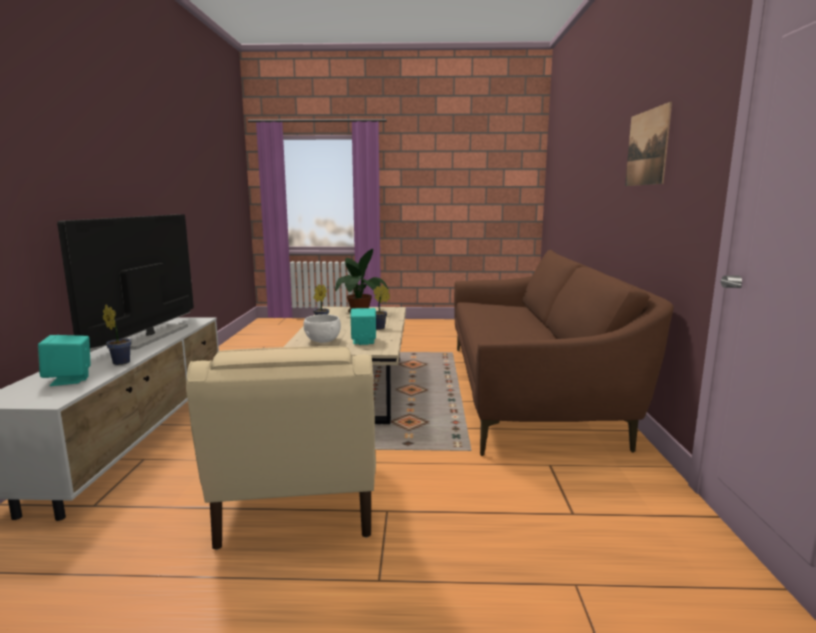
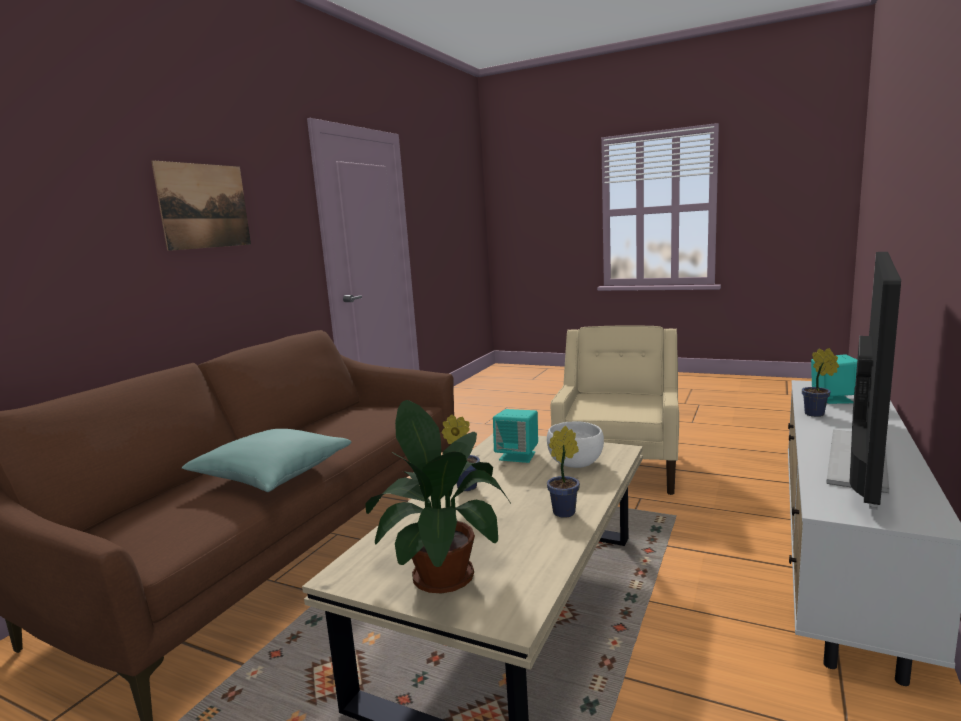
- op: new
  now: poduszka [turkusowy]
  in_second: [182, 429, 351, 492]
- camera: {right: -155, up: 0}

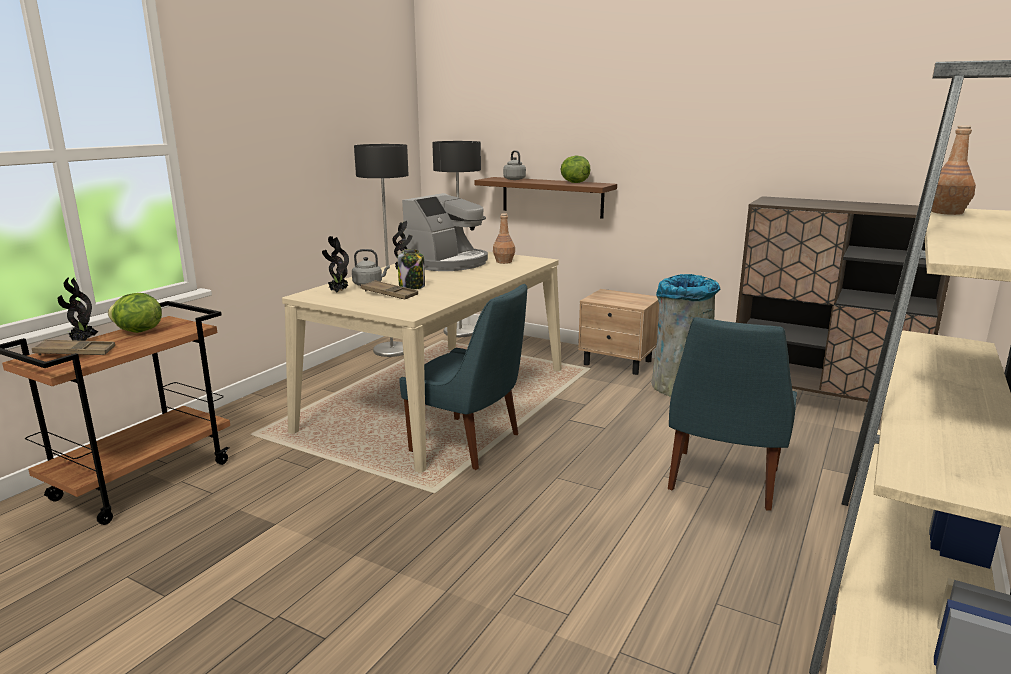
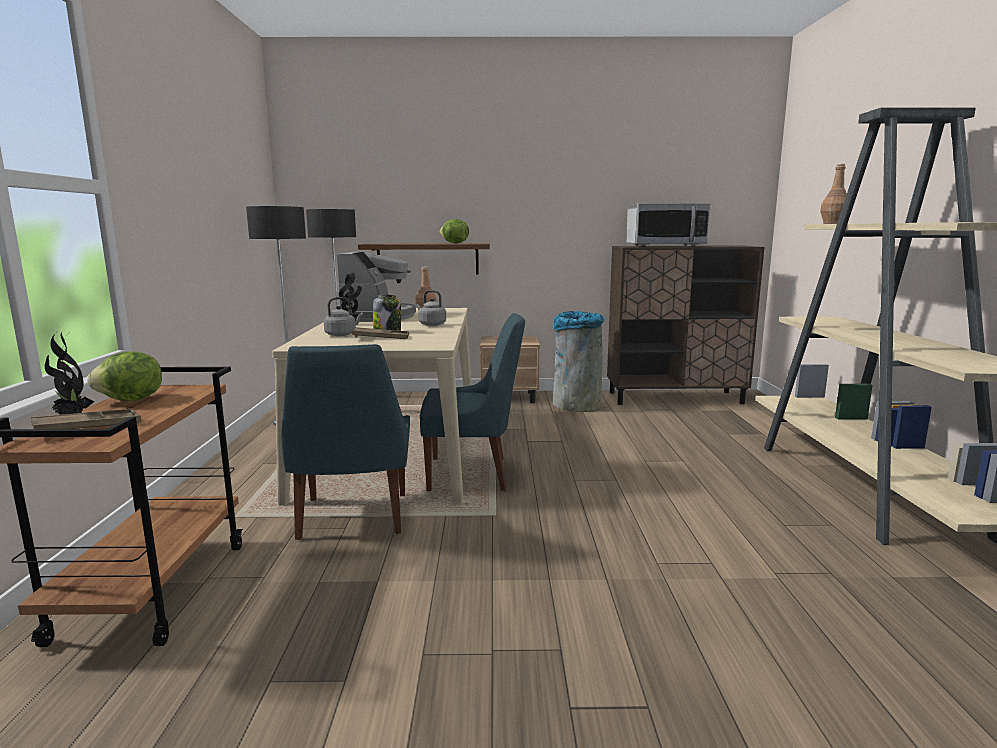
- op: shifted
  was: krzesło [niebieski]
  in_first: [668, 317, 797, 511]
  in_second: [282, 344, 410, 540]
- op: shifted
  was: czajnik [szary]
  in_first: [503, 150, 526, 180]
  in_second: [416, 290, 446, 326]
- op: new
  now: mikrofalówka
  in_second: [626, 203, 710, 247]
- op: gone
  was: roślina doniczkowa
  in_first: [322, 236, 349, 292]
- camera: {right: -30, up: -5}

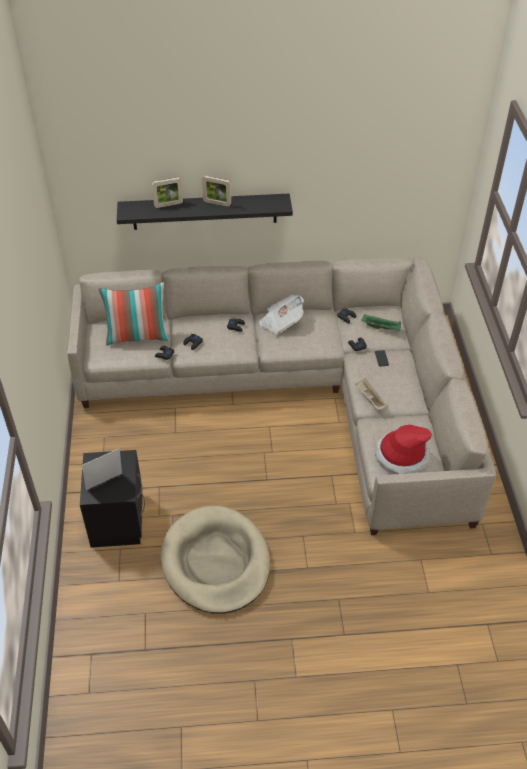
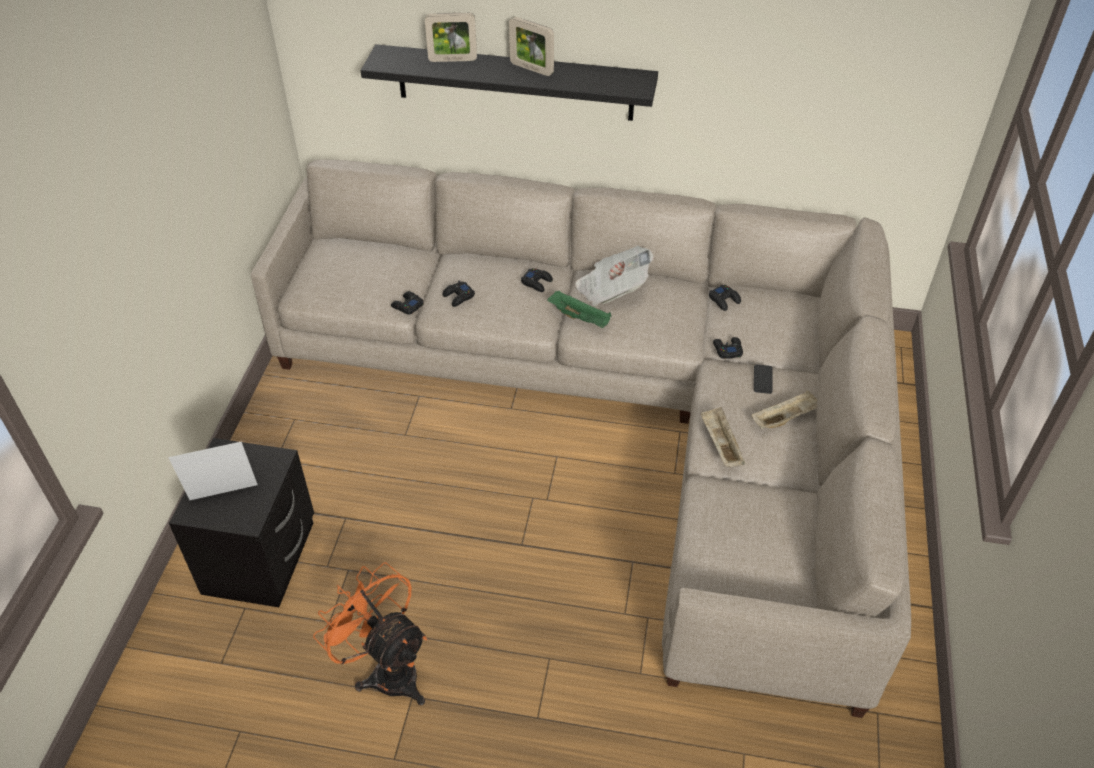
- op: swapped
  was: legowisko [beżowy]
  now: wentylator [pomarańczowy]
  in_first: [161, 506, 270, 614]
  in_second: [313, 562, 427, 706]
- op: shifted
  was: taca [zielony]
  in_first: [361, 314, 401, 331]
  in_second: [547, 291, 611, 328]
- op: new
  now: taca [beżowy]
  in_second: [752, 390, 817, 429]
- op: gone
  was: poduszka
  in_first: [98, 282, 169, 345]
- op: gone
  was: kapelusz
  in_first: [375, 425, 432, 474]
- camera: {right: 15, up: 0}

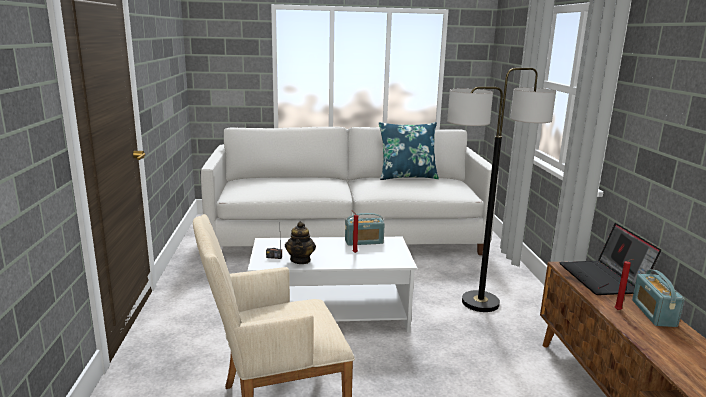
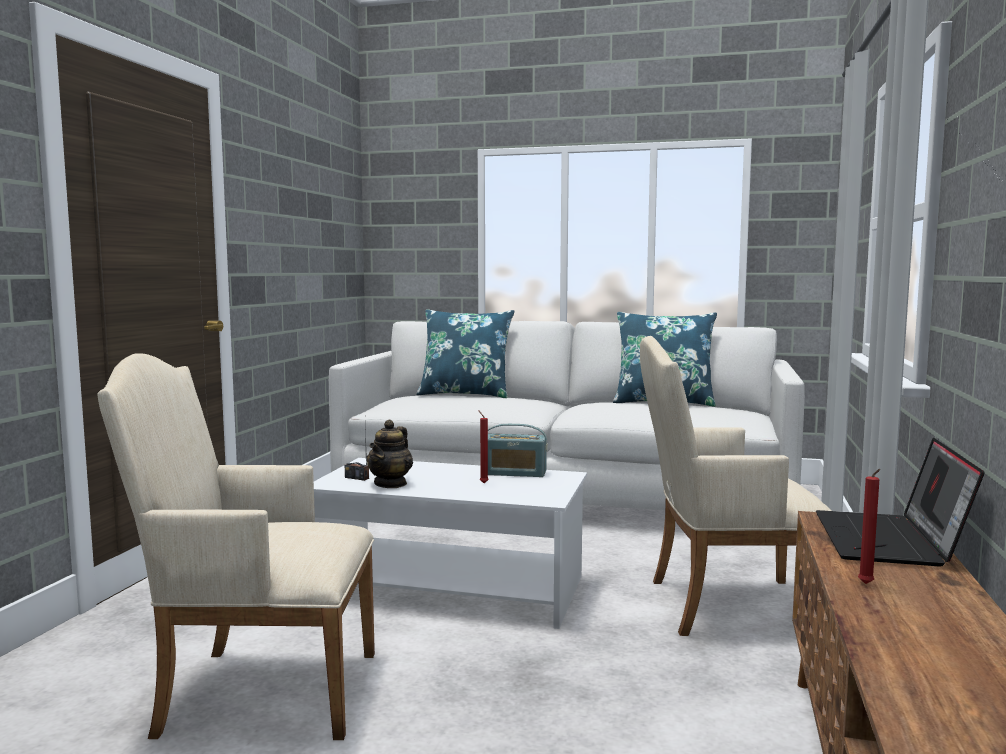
- op: new
  now: poduszka [niebieski]
  in_second: [416, 309, 515, 398]
- op: swapped
  was: lampa stojąca
  now: fotel [beżowy]
  in_first: [447, 68, 556, 312]
  in_second: [640, 336, 831, 636]
- op: gone
  was: radio
  in_first: [632, 270, 685, 327]
- camera: {right: 20, up: -10}

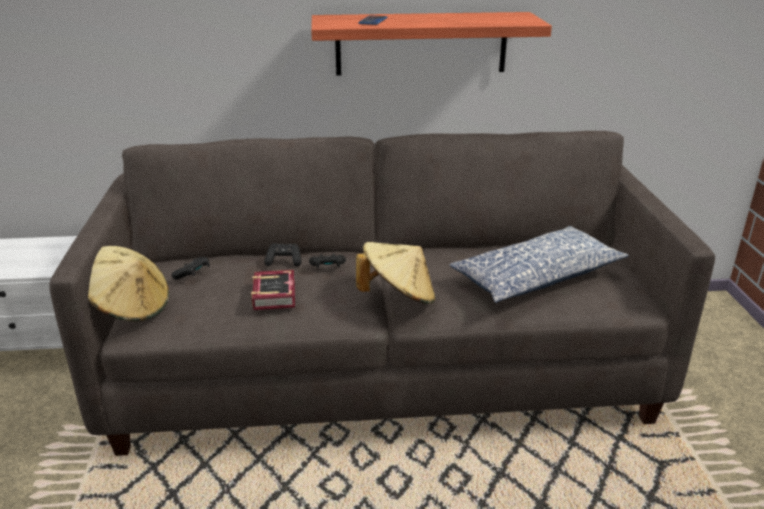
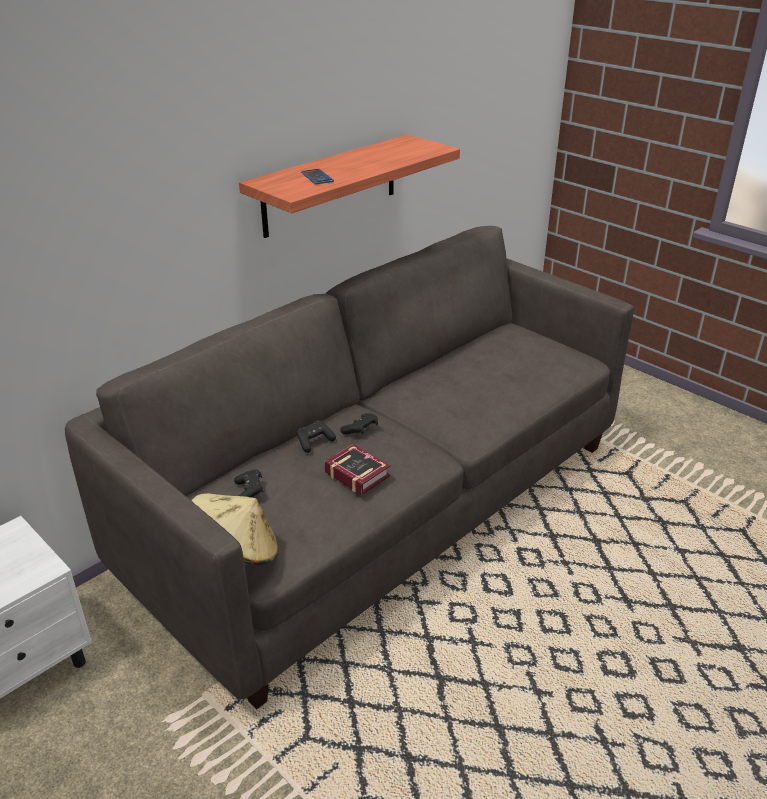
- op: gone
  was: kapelusz [beżowy]
  in_first: [356, 242, 435, 304]
- op: gone
  was: poduszka
  in_first: [449, 226, 629, 303]
- camera: {right: -40, up: 5}

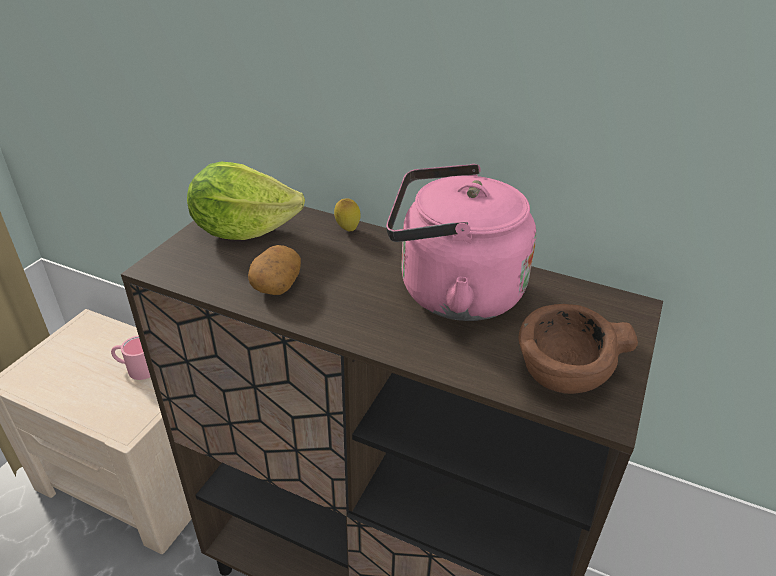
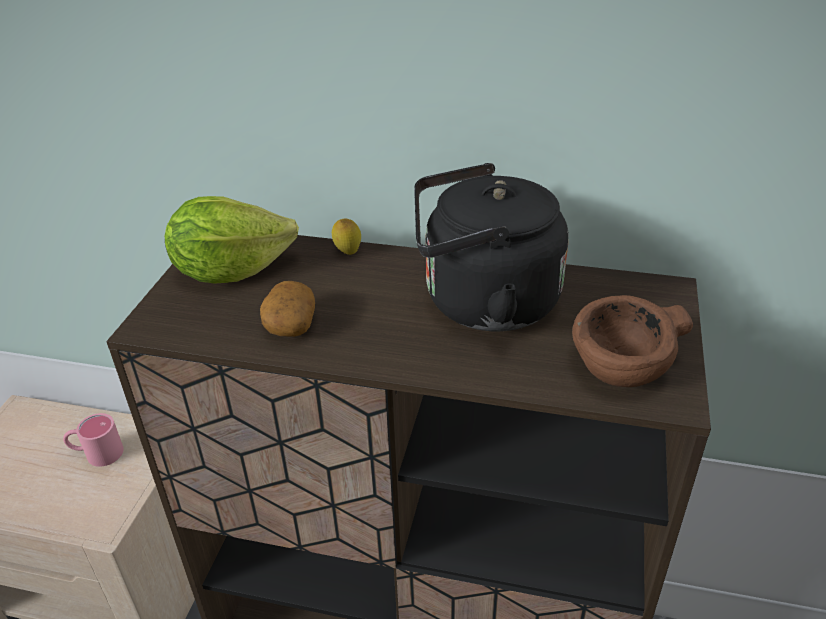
- op: repainted
  was: czajnik [różowy]
  now: czajnik [czarny]
  in_first: [386, 164, 537, 321]
  in_second: [414, 163, 568, 332]
- camera: {right: -10, up: 0}

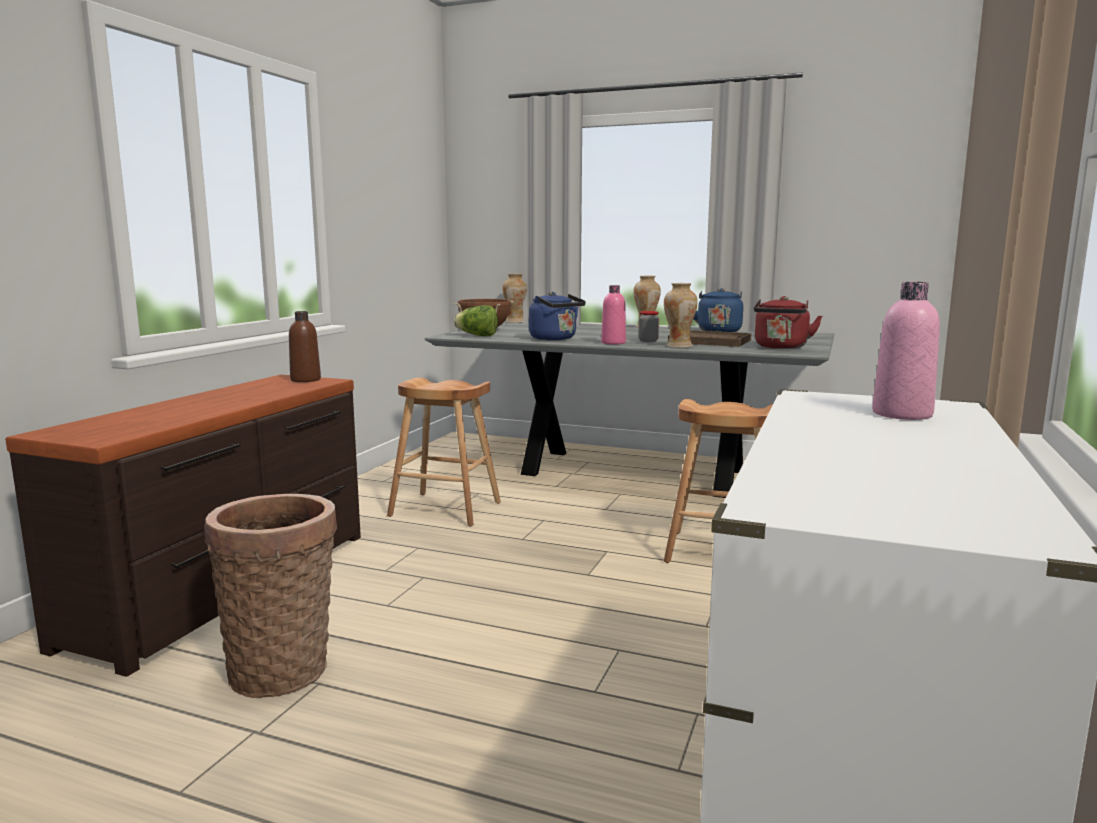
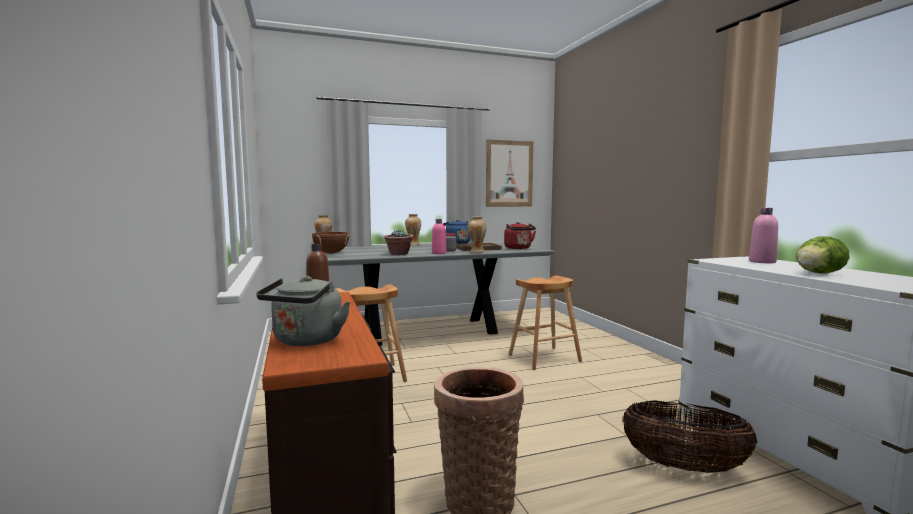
- op: new
  now: czajnik [szary]
  in_second: [256, 276, 350, 346]
- op: swapped
  was: czajnik [niebieski]
  now: roślina doniczkowa
  in_first: [529, 292, 586, 340]
  in_second: [384, 230, 414, 255]
- op: new
  now: obraz
  in_second: [486, 140, 533, 207]
- op: new
  now: koszyk
  in_second: [622, 400, 757, 473]
- op: shifted
  was: sałata
  in_first: [454, 305, 498, 336]
  in_second: [796, 237, 849, 274]
- camera: {right: -40, up: -5}

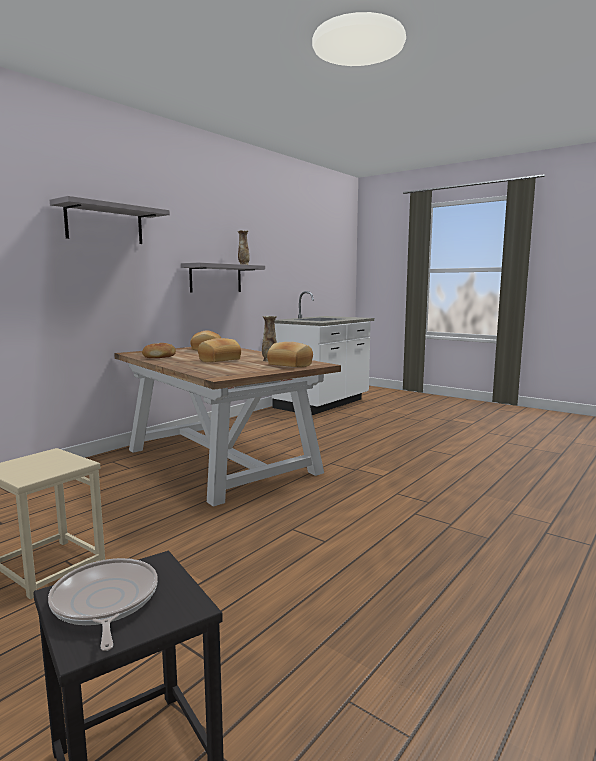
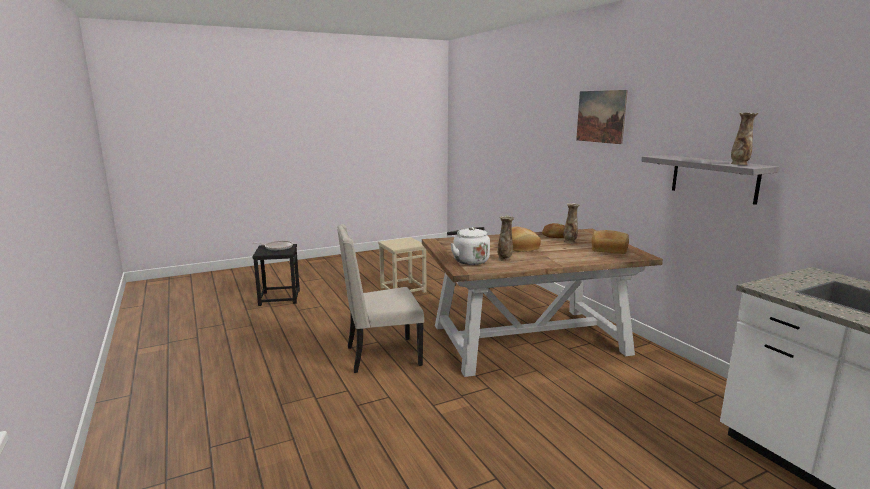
- op: new
  now: krzesło [beżowy]
  in_second: [337, 224, 424, 373]
- op: swapped
  was: chleb
  now: czajnik [biały]
  in_first: [267, 342, 313, 367]
  in_second: [447, 227, 490, 265]
- op: new
  now: wazon
  in_second: [564, 203, 580, 244]
- op: swapped
  was: półka [szary]
  now: obraz
  in_first: [50, 196, 170, 244]
  in_second: [576, 90, 628, 144]
- camera: {right: 115, up: 5}

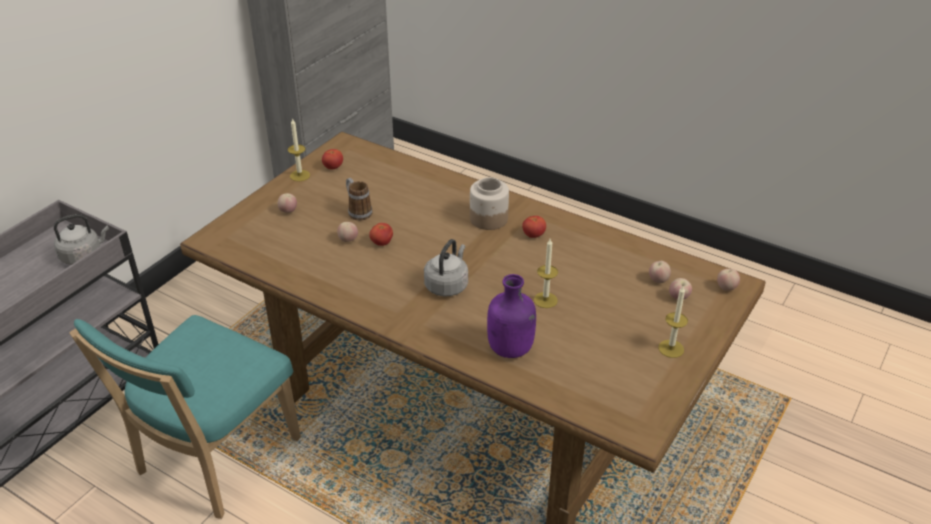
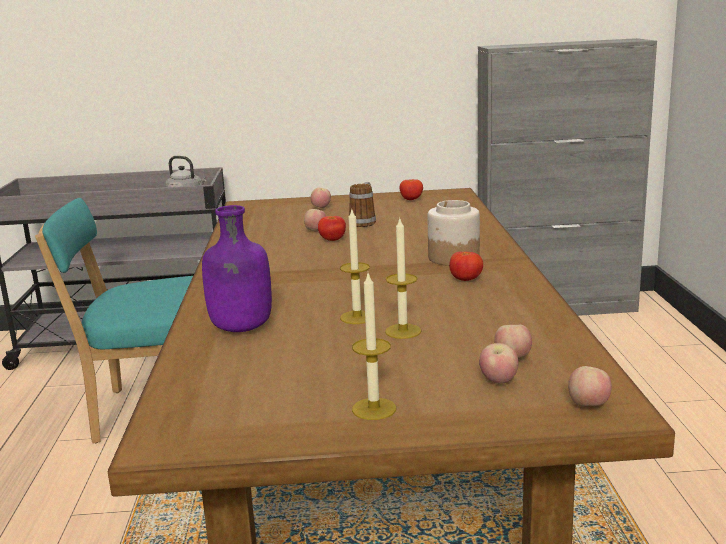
- op: shifted
  was: świeca
  in_first: [288, 118, 310, 181]
  in_second: [385, 219, 422, 339]
- op: gone
  was: czajnik [szary]
  in_first: [424, 239, 468, 296]
- camera: {right: 55, up: -20}

